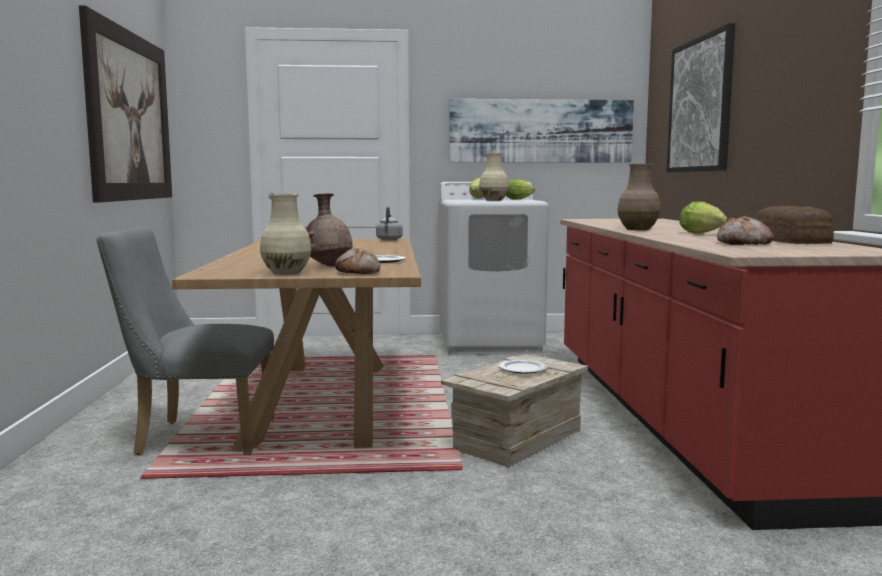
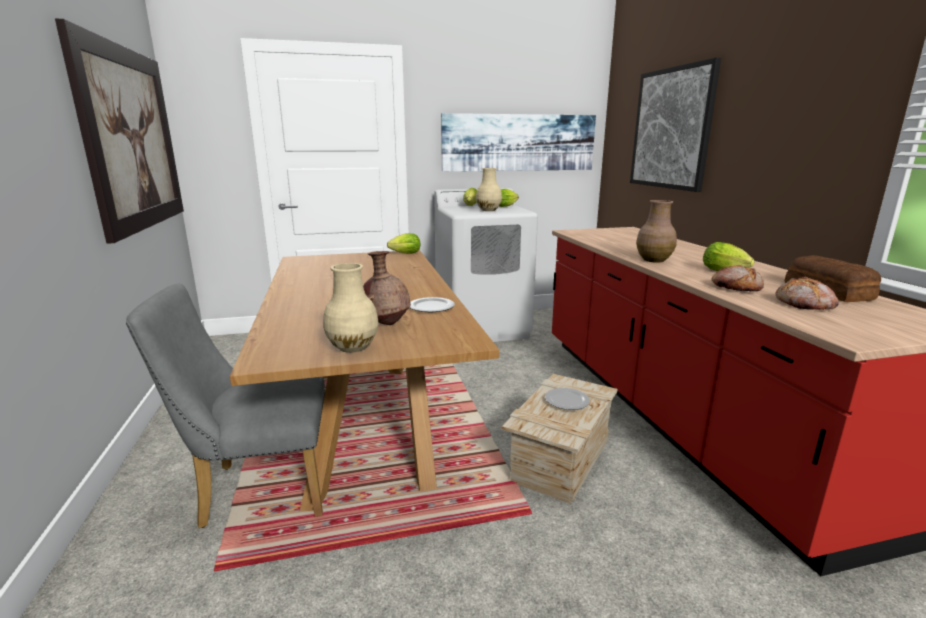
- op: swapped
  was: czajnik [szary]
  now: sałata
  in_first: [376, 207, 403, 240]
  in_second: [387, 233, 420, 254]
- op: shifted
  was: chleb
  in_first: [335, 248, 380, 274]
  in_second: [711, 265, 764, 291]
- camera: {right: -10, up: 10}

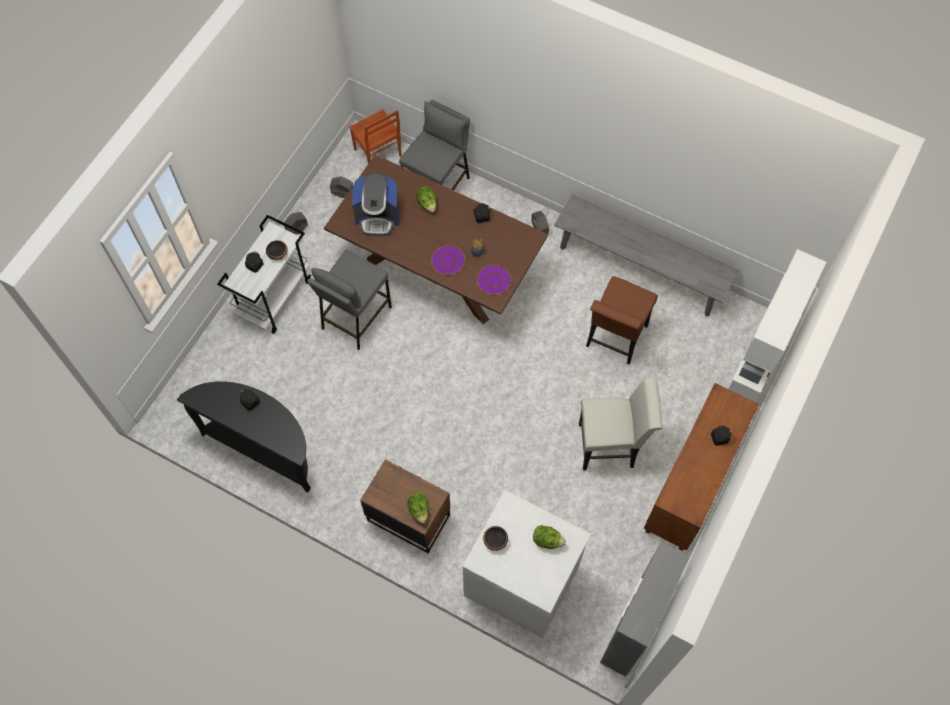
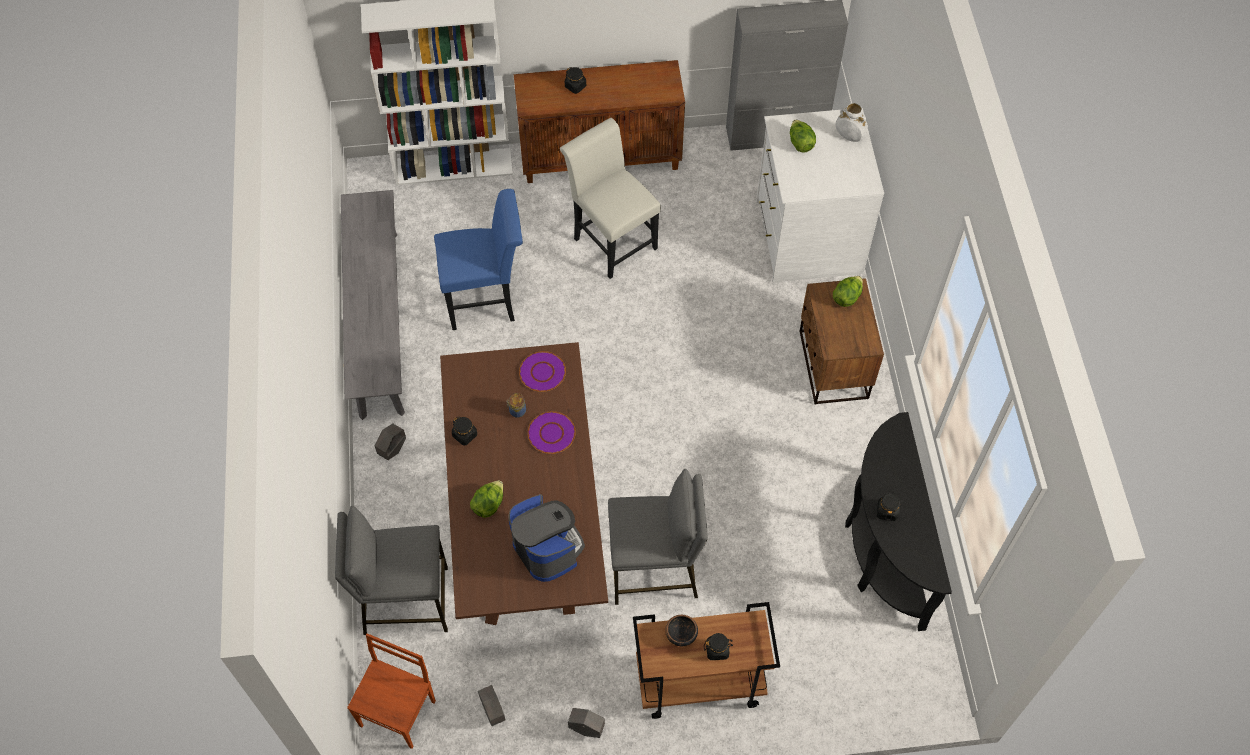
- op: repainted
  was: krzesło [brązowy]
  now: krzesło [niebieski]
  in_first: [586, 276, 658, 365]
  in_second: [434, 189, 523, 330]
- op: repainted
  was: wózek [biały]
  now: wózek [brązowy]
  in_first: [217, 215, 311, 334]
  in_second: [633, 602, 780, 719]
- op: new
  now: wazon [biały]
  in_second: [836, 103, 868, 142]
- op: gone
  was: miska
  in_first: [483, 526, 508, 551]
- camera: {right: -125, up: -5}

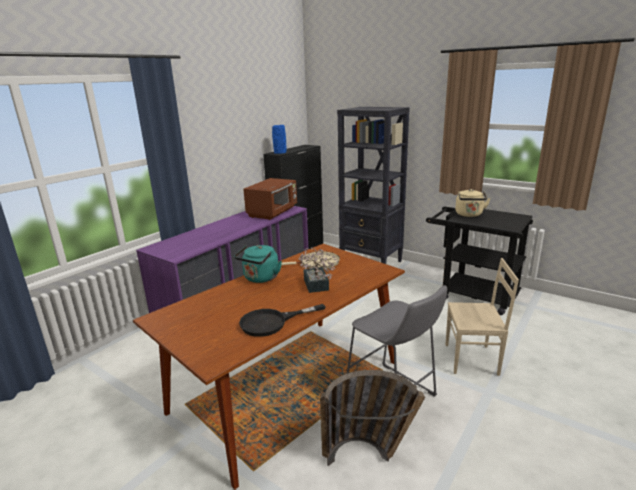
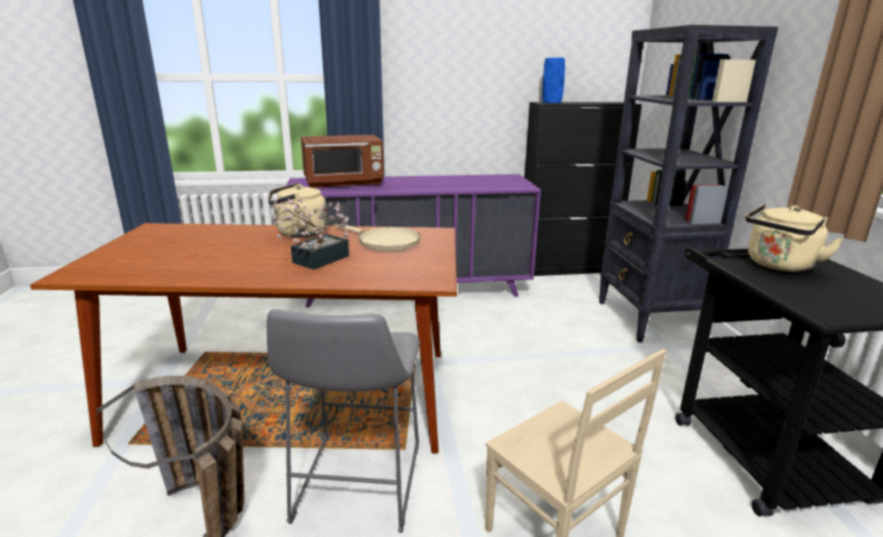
- op: repainted
  was: czajnik [turkusowy]
  now: czajnik [beżowy]
  in_first: [234, 245, 282, 283]
  in_second: [268, 183, 327, 238]
- op: shifted
  was: mikrofalówka [brązowy]
  in_first: [243, 178, 297, 220]
  in_second: [301, 135, 384, 188]
- op: gone
  was: patelnia [czarny]
  in_first: [239, 304, 326, 337]
- camera: {right: 45, up: 0}

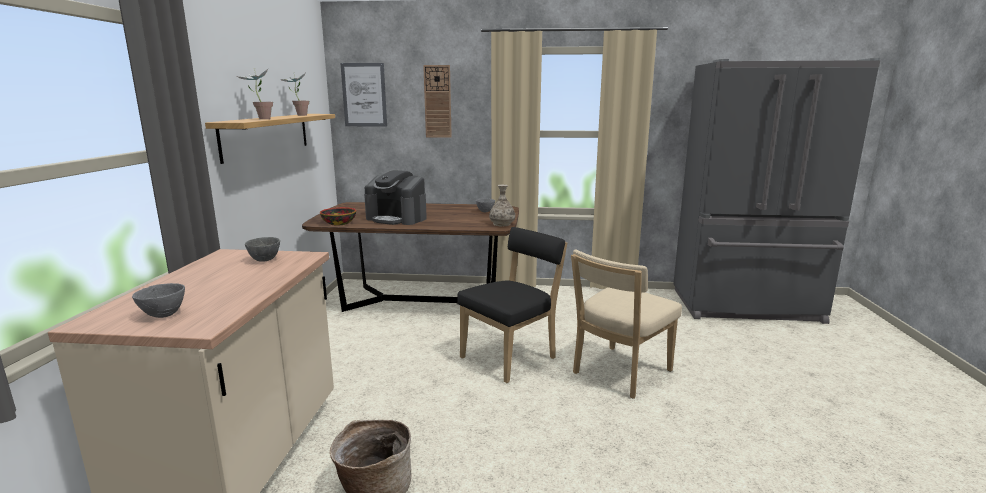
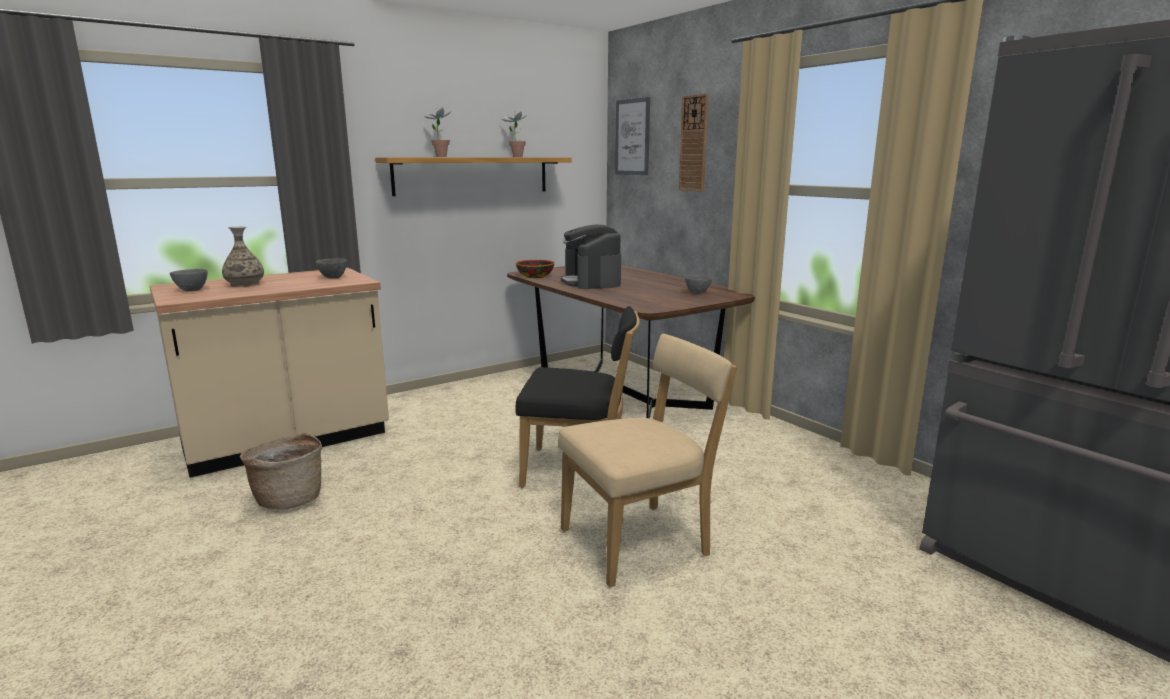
- op: shifted
  was: wazon
  in_first: [489, 185, 515, 227]
  in_second: [222, 227, 264, 287]
- op: rotated
  was: krzesło [beżowy]
  in_first: [571, 249, 682, 399]
  in_second: [558, 334, 737, 587]
  clockwise: 150
- camera: {right: 50, up: 0}

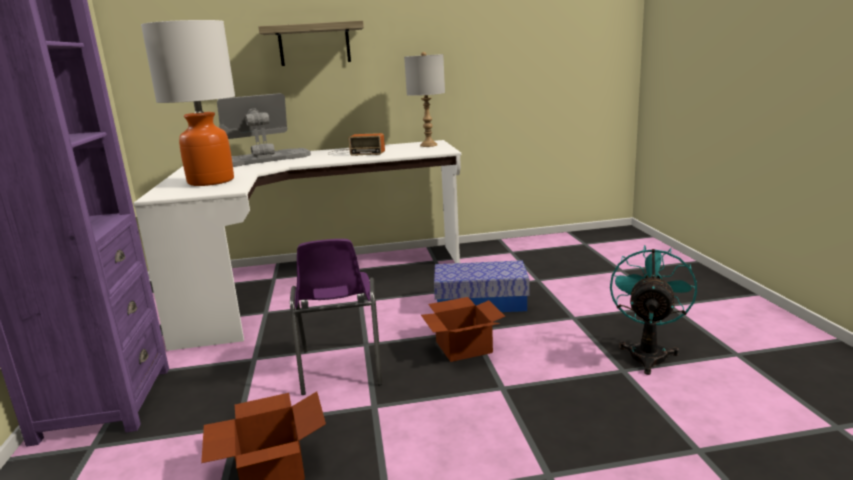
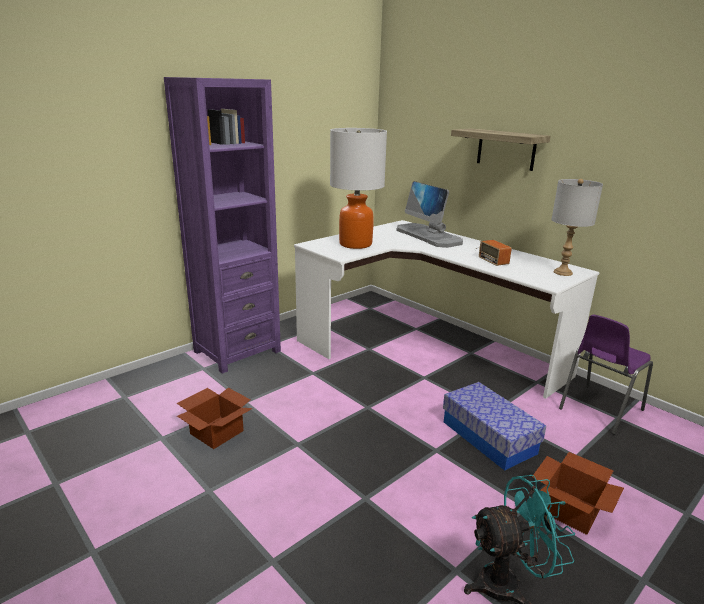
- op: rotated
  was: monitor
  in_first: [217, 93, 311, 167]
  in_second: [396, 181, 463, 248]
  clockwise: -150
- op: shifted
  was: karton
  in_first: [421, 297, 505, 362]
  in_second: [532, 452, 624, 535]
- op: shifted
  was: krzesło [fioletowy]
  in_first: [290, 239, 382, 395]
  in_second: [559, 315, 653, 435]
- camera: {right: 55, up: 5}

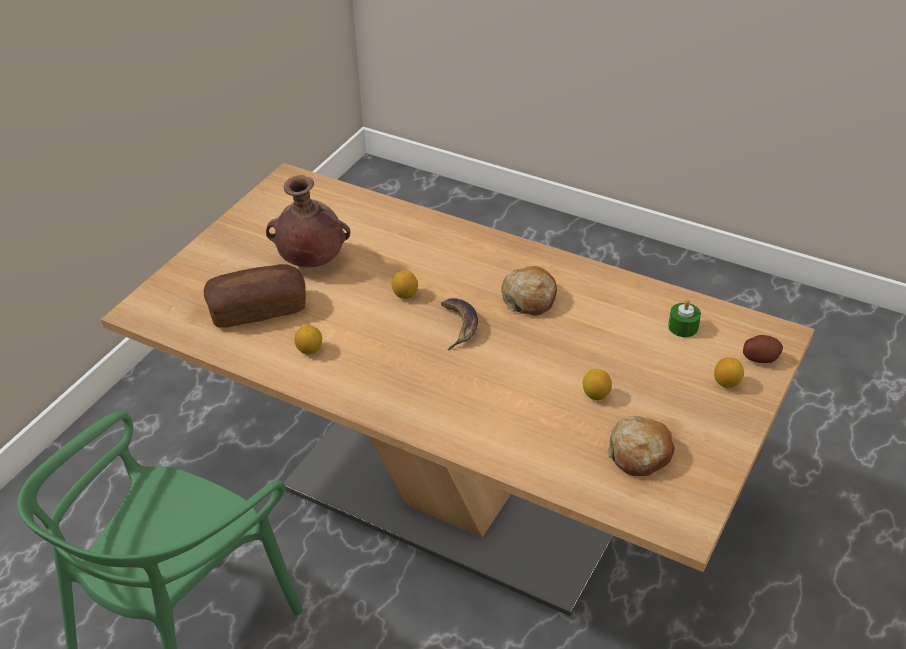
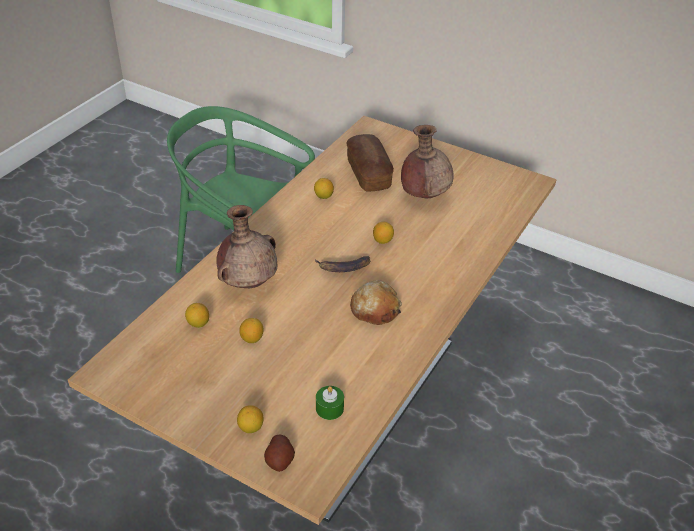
- op: new
  now: cytryna
  in_second: [185, 303, 209, 328]
- op: new
  now: wazon [brązowy]
  in_second: [216, 205, 277, 288]
- op: gone
  was: chleb
  in_first: [607, 416, 675, 476]
- camera: {right: 90, up: 0}

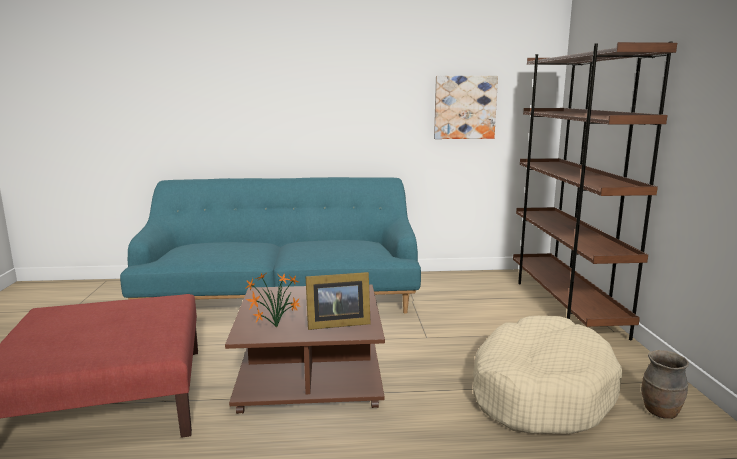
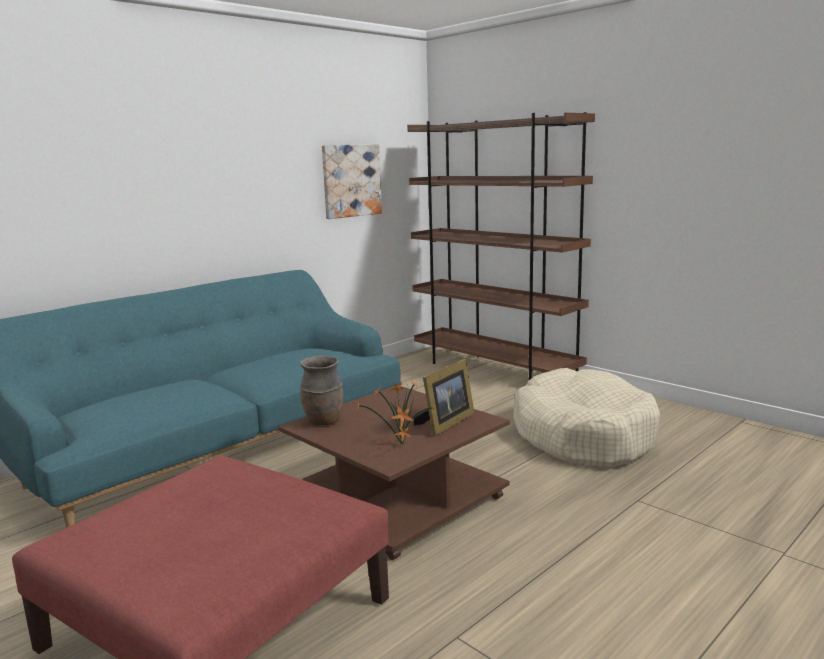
- op: shifted
  was: wazon [brązowy]
  in_first: [641, 350, 689, 419]
  in_second: [300, 356, 343, 425]
- camera: {right: -40, up: 0}

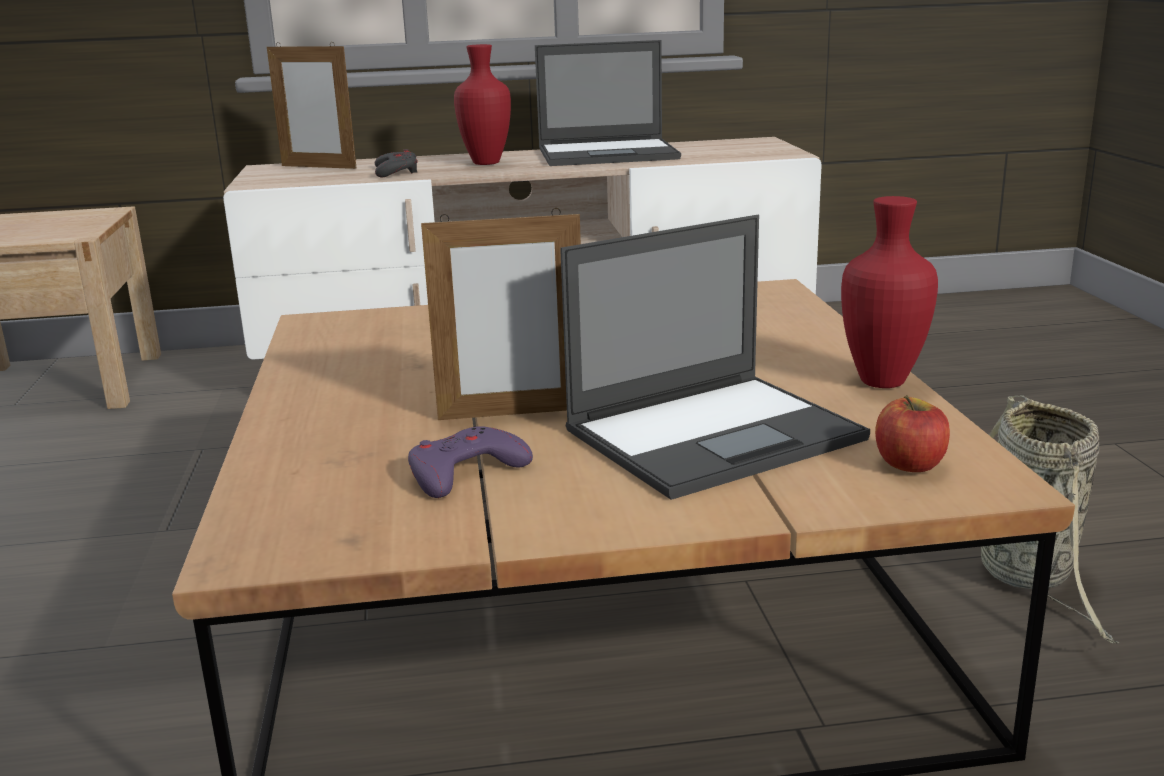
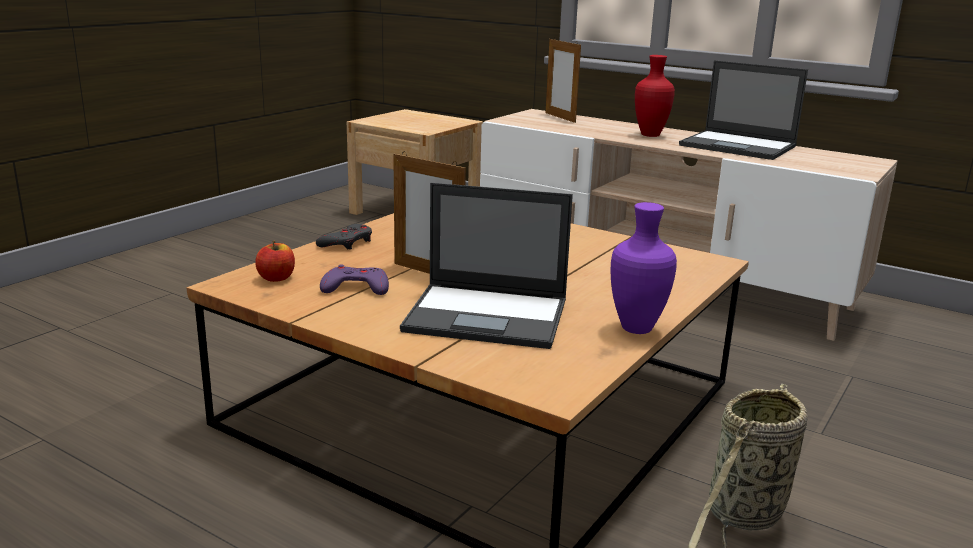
- op: shifted
  was: jabłko
  in_first: [875, 395, 950, 472]
  in_second: [256, 241, 295, 282]
- op: shifted
  was: pad do gier [szary]
  in_first: [375, 149, 417, 177]
  in_second: [316, 224, 372, 250]
- op: repainted
  was: wazon [czerwony]
  now: wazon [fioletowy]
  in_first: [841, 196, 938, 388]
  in_second: [611, 202, 677, 334]
- camera: {right: 40, up: 0}

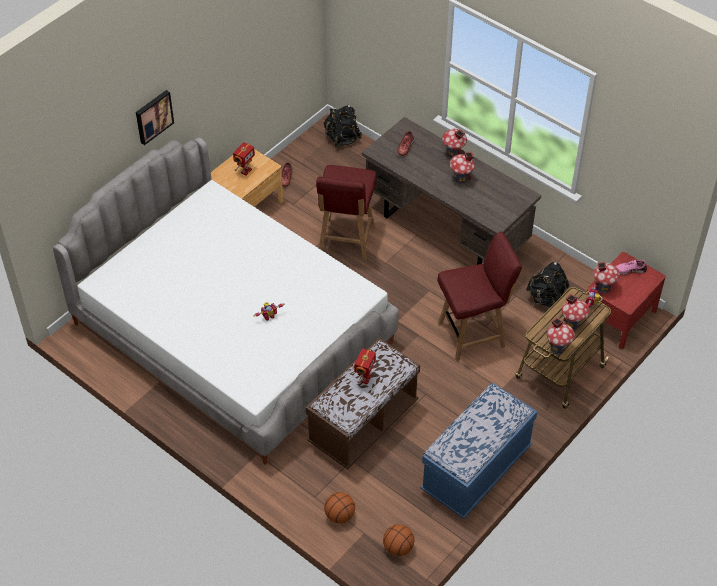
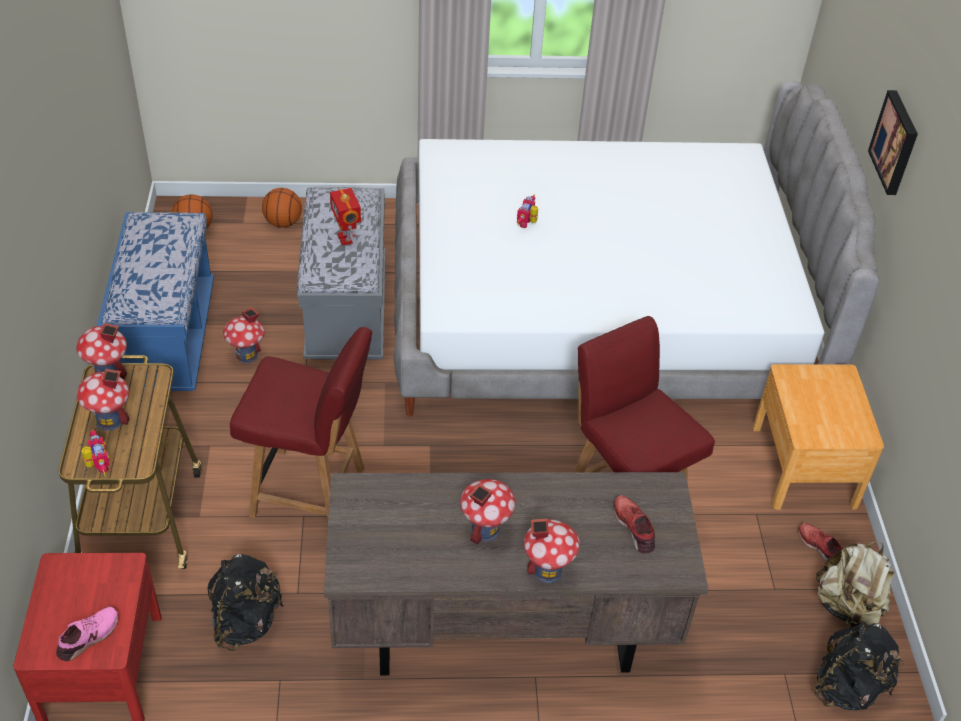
- op: shifted
  was: domek
  in_first: [593, 262, 620, 293]
  in_second: [223, 307, 265, 364]
- op: rotated
  was: krzesło [czerwony]
  in_first: [437, 232, 522, 361]
  in_second: [230, 327, 372, 518]
  clockwise: -105
- op: repainted
  was: ławka [brązowy]
  now: ławka [szary]
  in_first: [306, 338, 420, 469]
  in_second: [297, 187, 386, 360]
- op: new
  now: plecak [beżowy]
  in_second: [816, 541, 894, 628]
- op: gone
  was: robot zabawkowy
  in_first: [233, 142, 255, 176]
- camera: {right: 135, up: -5}

